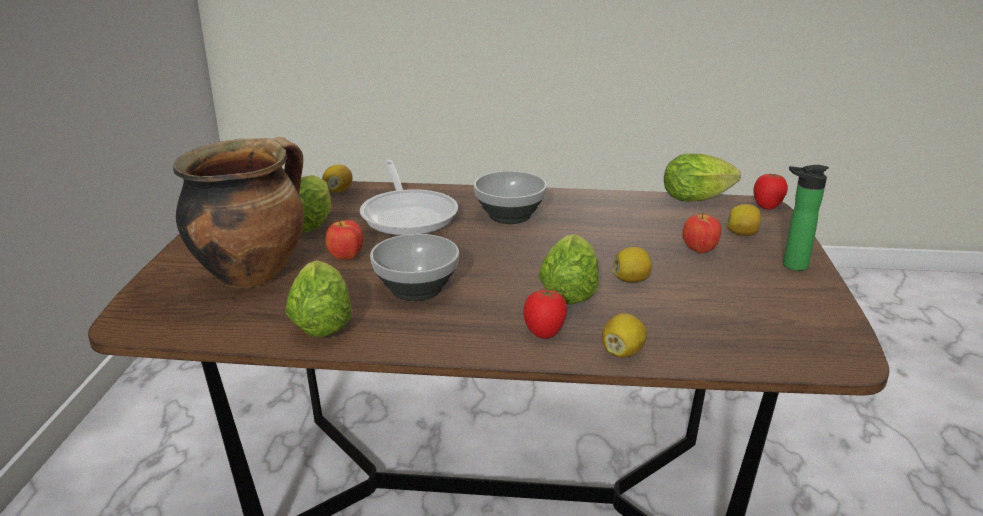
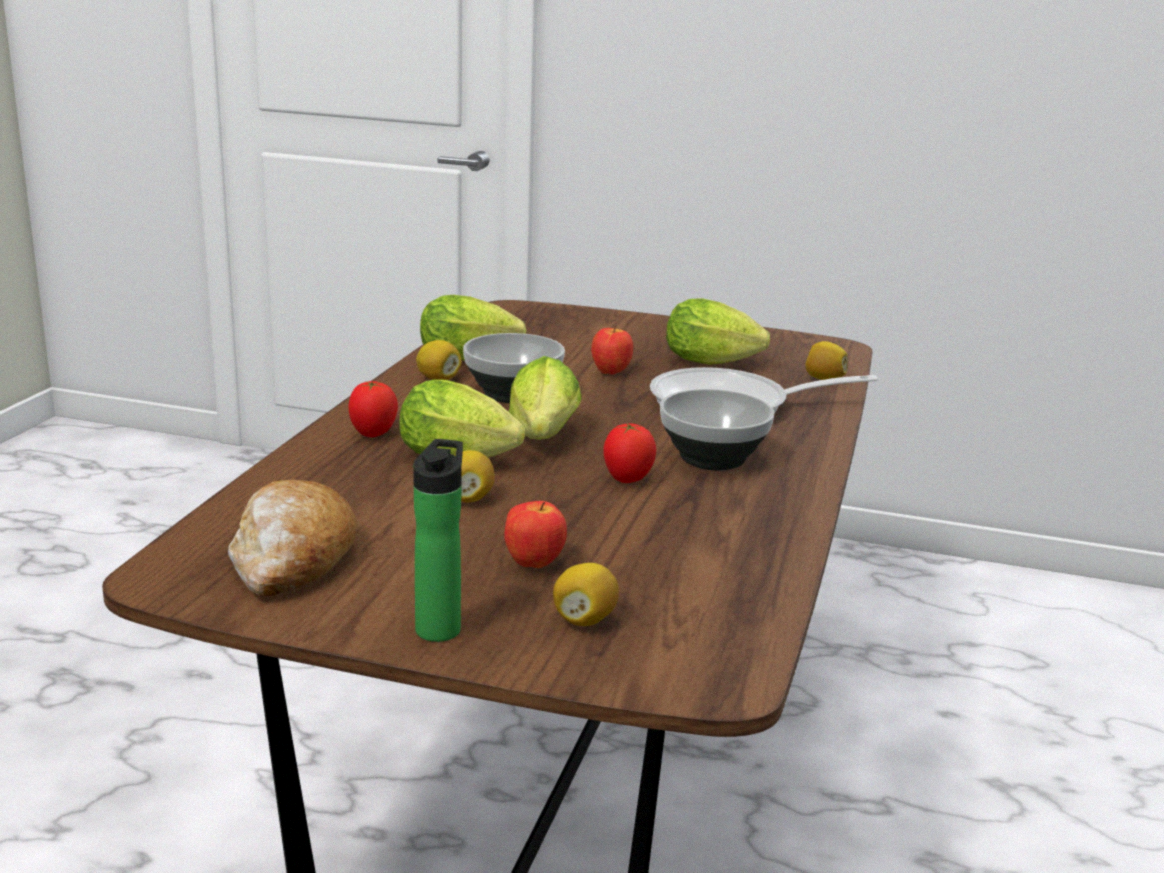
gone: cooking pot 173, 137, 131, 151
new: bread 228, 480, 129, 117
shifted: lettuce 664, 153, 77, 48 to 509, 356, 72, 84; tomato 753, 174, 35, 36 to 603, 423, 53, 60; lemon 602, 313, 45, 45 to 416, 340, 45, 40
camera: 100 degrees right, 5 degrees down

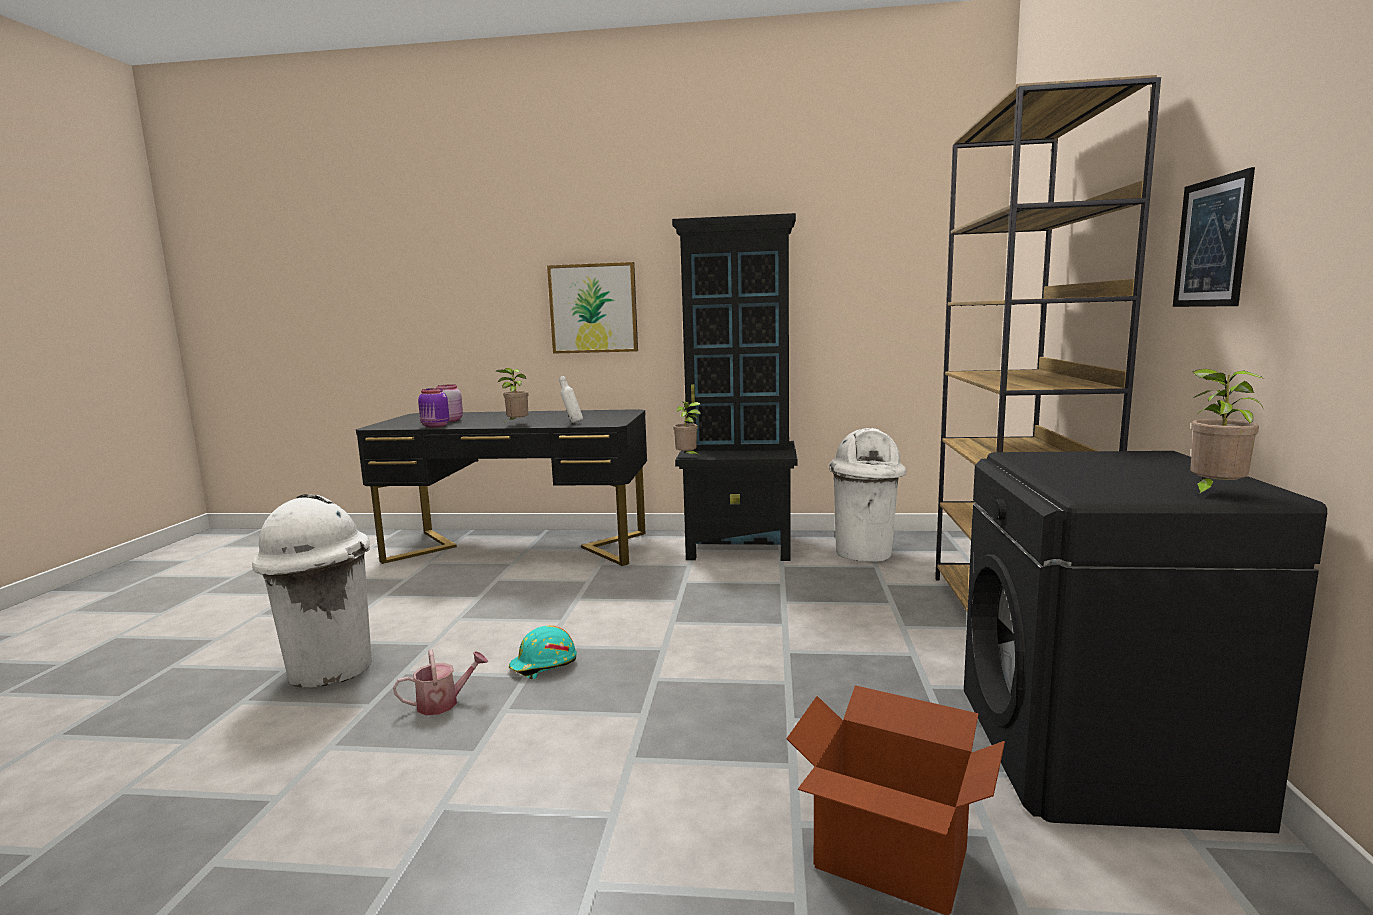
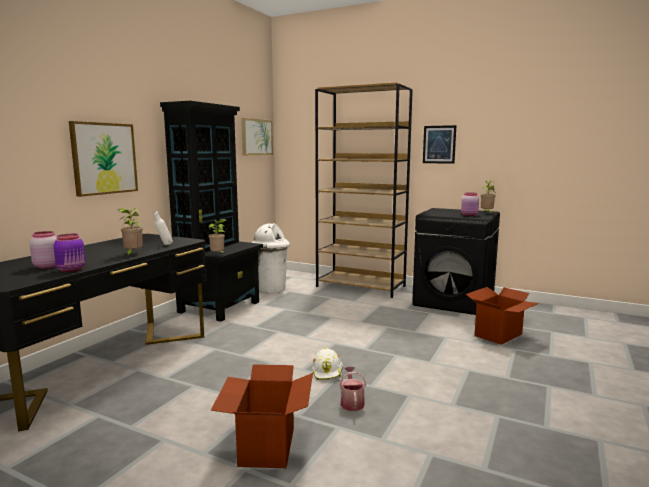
new: picture 241, 118, 32, 37; jar (pink) 461, 192, 18, 24
swapped: trash can (white) 252, 494, 120, 194 to cardboard box 211, 364, 102, 104
repainted: hard hat (turquoise) 509, 625, 68, 54 to hard hat (white) 312, 348, 31, 32
camera: 70 degrees left, 0 degrees up

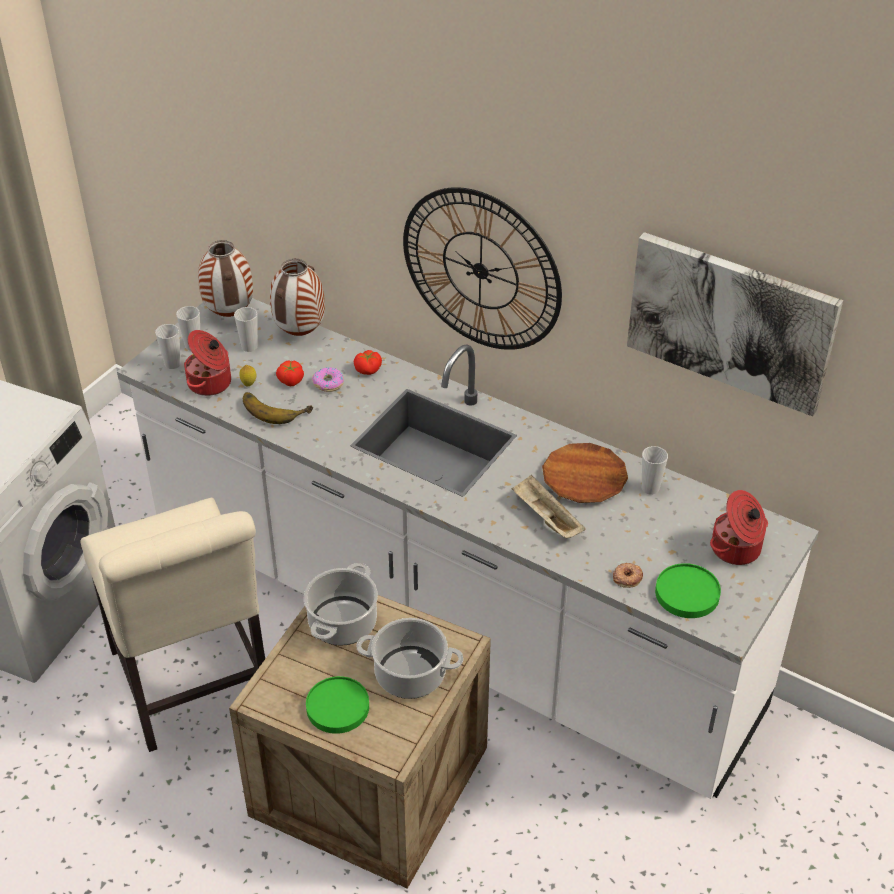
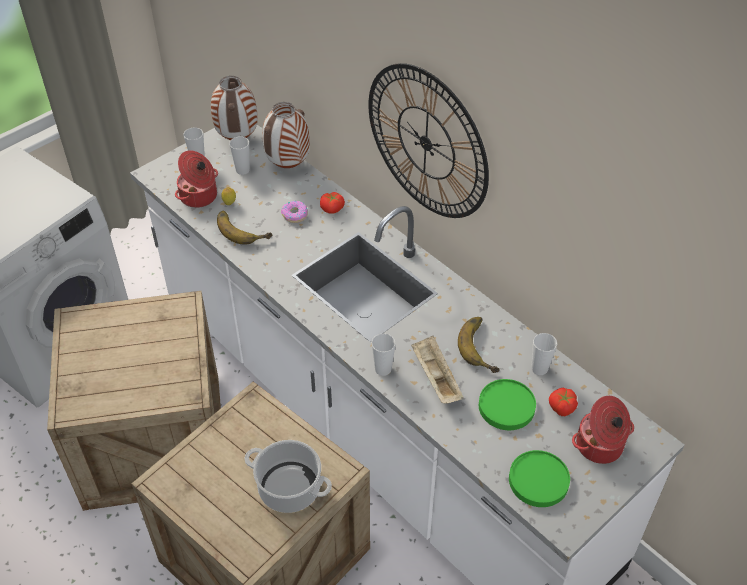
gone: picture 627, 232, 216, 185; cooking pot 304, 563, 74, 83; donut 613, 563, 30, 25
shifted: cup 155, 324, 26, 45 to 371, 333, 25, 43; tomato 276, 360, 28, 26 to 549, 388, 29, 28; plate (green) 306, 676, 63, 58 to 479, 379, 57, 51
swapped: plate (brown) 542, 443, 86, 60 to banana 458, 317, 42, 56; chair (beige) 81, 498, 184, 254 to crate 47, 291, 174, 220
camera: 15 degrees right, 5 degrees up

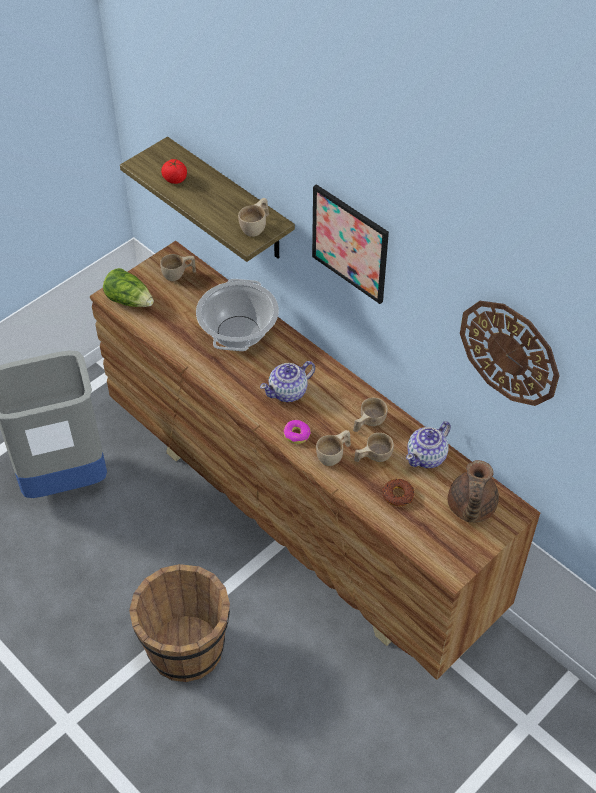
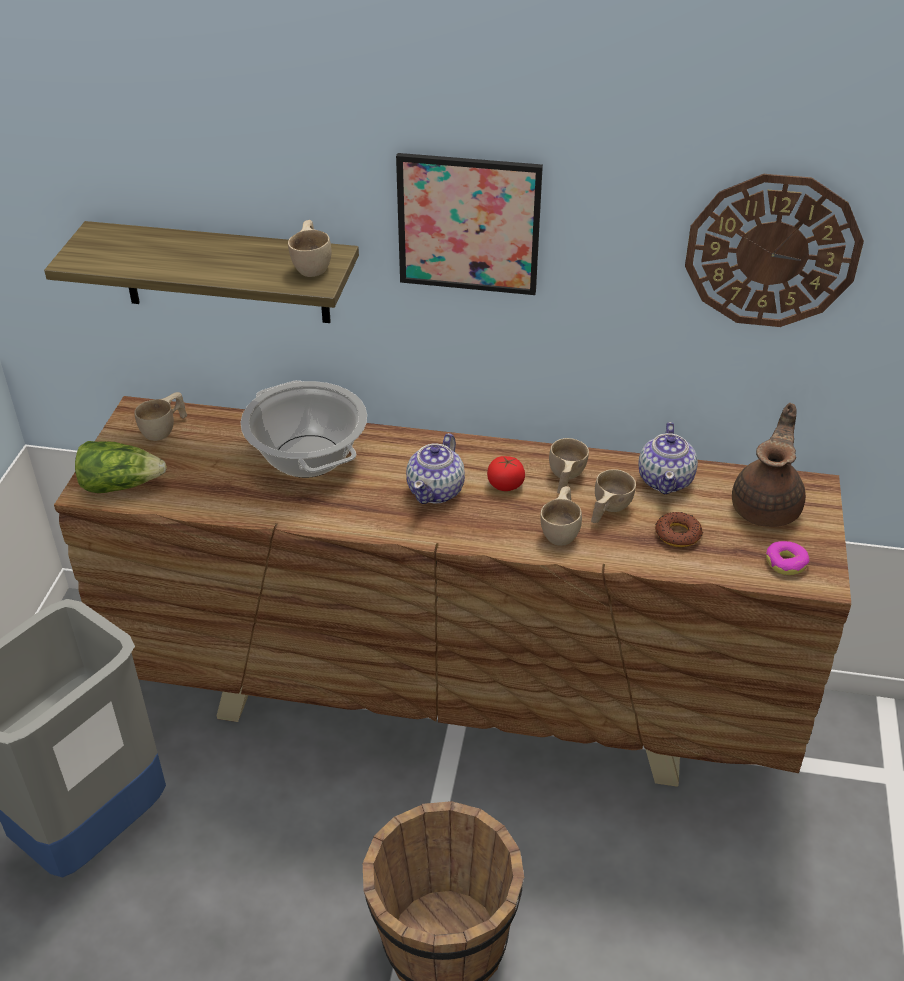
shifted: tomato 161, 159, 26, 25 to 487, 456, 38, 35; donut 283, 420, 28, 24 to 766, 541, 44, 34
rotated: teapot (brown) 448, 460, 51, 62 = 732, 403, 74, 124 135 degrees counterclockwise
camera: 35 degrees left, 10 degrees down

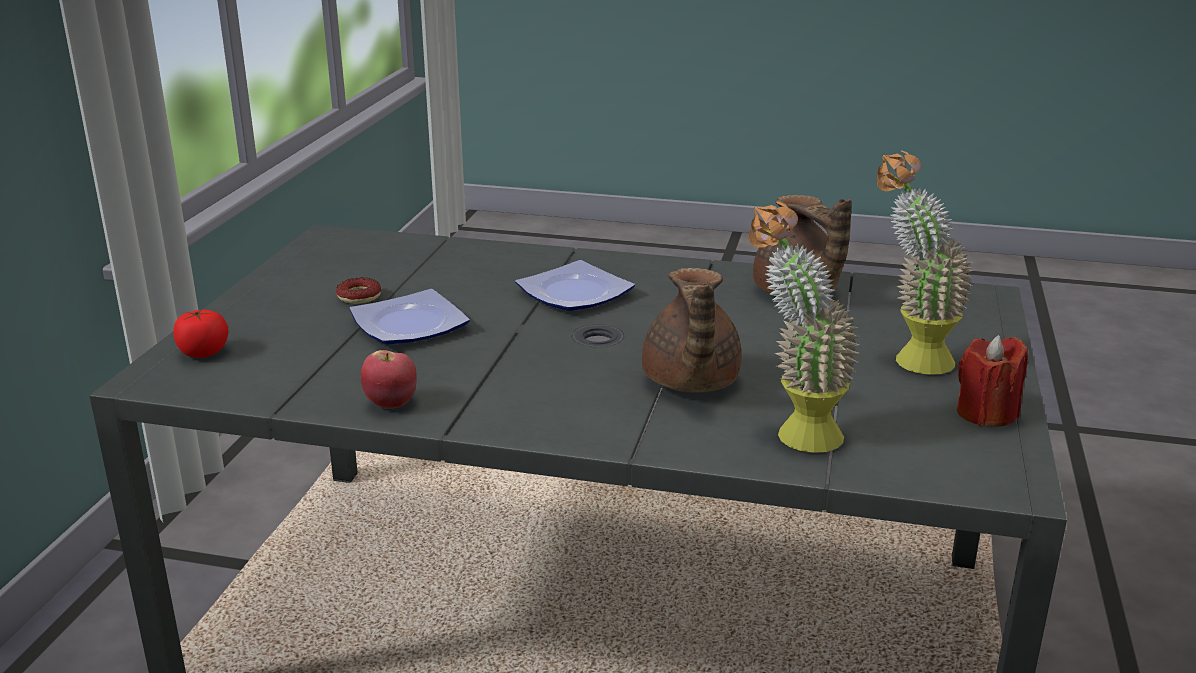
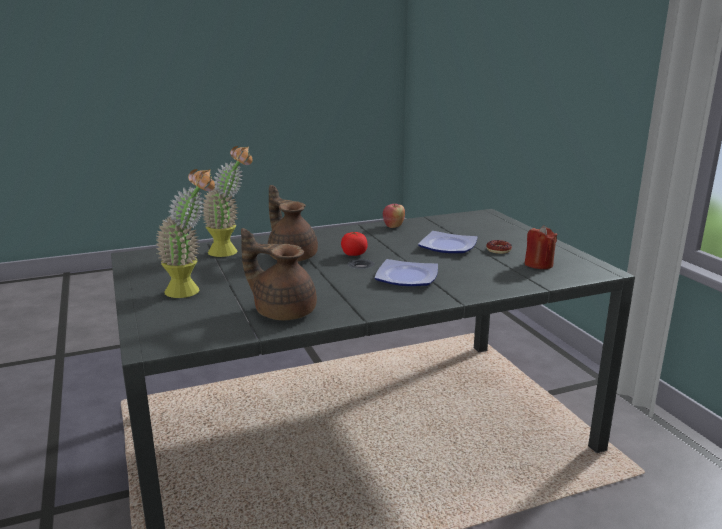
shifted: tomato 173, 309, 56, 49 to 341, 231, 27, 25; candle (red) 957, 335, 71, 92 to 525, 225, 32, 44
camera: 145 degrees right, 5 degrees down

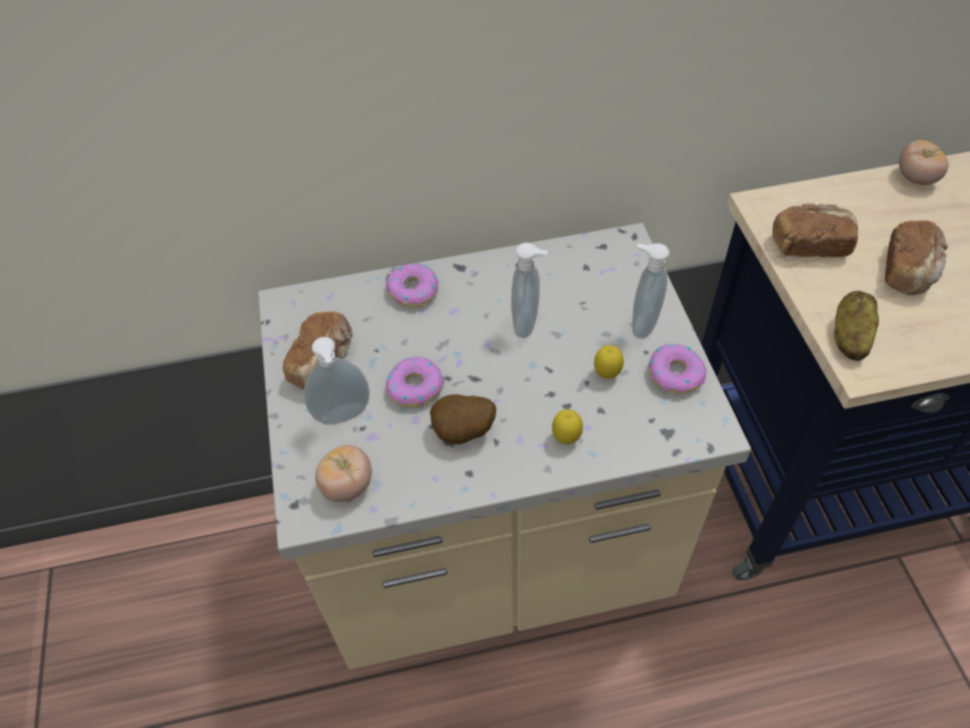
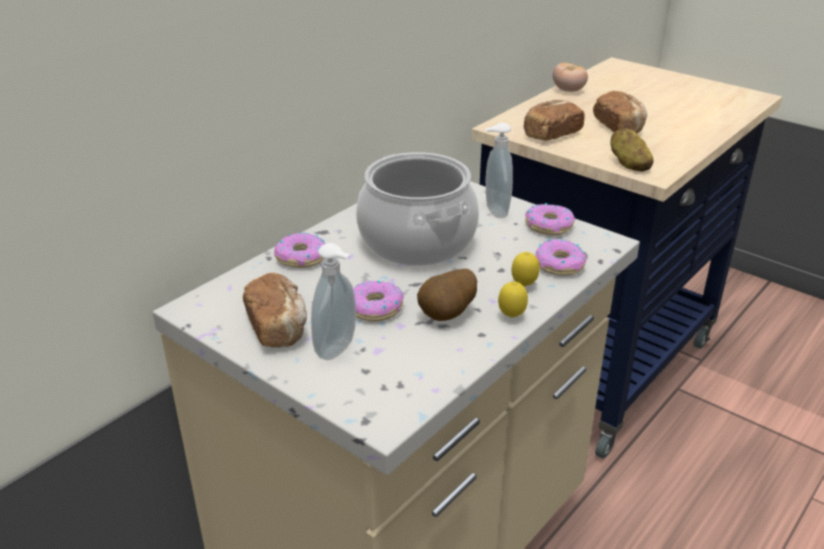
gone: tomato 315, 445, 57, 57
new: donut 535, 239, 51, 37
shifted: lemon 594, 345, 30, 34 to 498, 281, 30, 37
swapped: soap dispenser 511, 242, 37, 96 to cooking pot 356, 152, 123, 114
camera: 40 degrees left, 20 degrees down

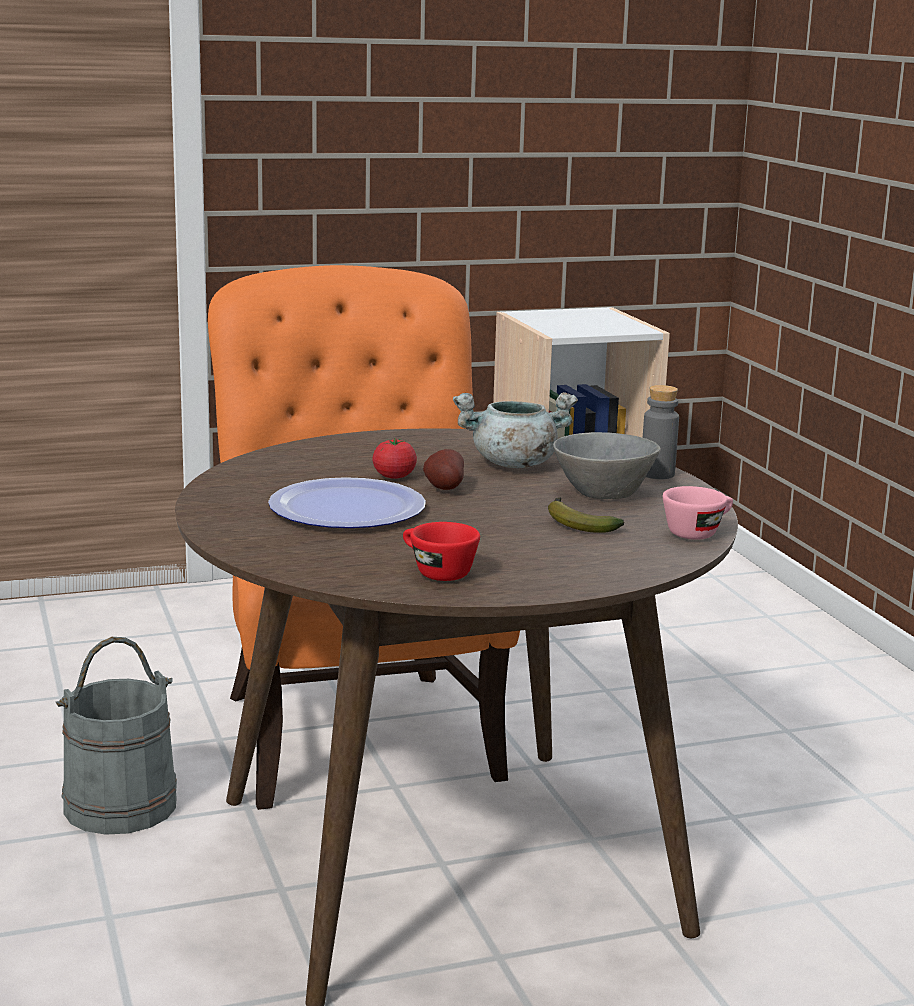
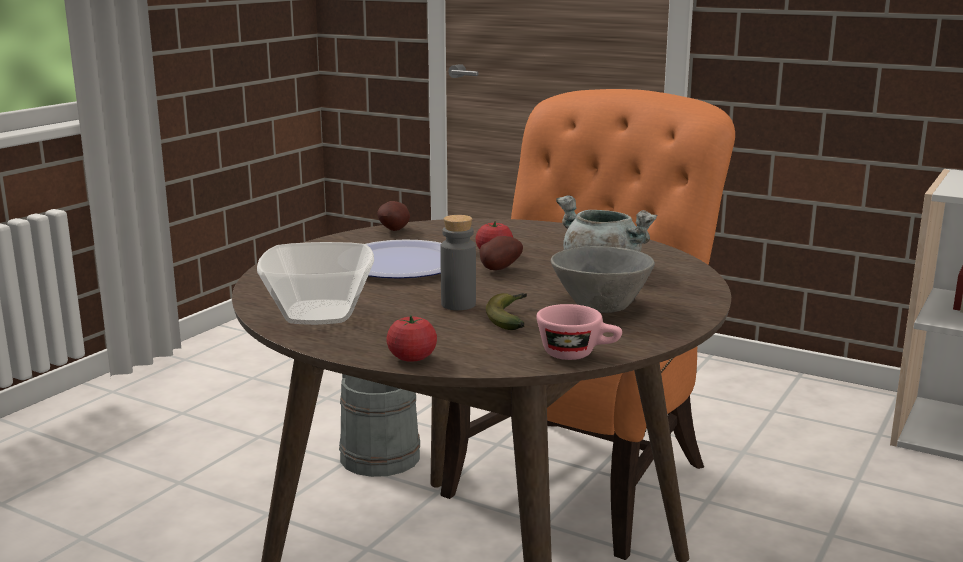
new: potato 377, 201, 33, 30; tomato 386, 315, 51, 47
shifted: bottle (grey) 643, 385, 36, 94 to 440, 215, 36, 95
swapped: cup (red) 403, 522, 77, 59 to bowl 257, 242, 117, 83
camera: 50 degrees right, 0 degrees up

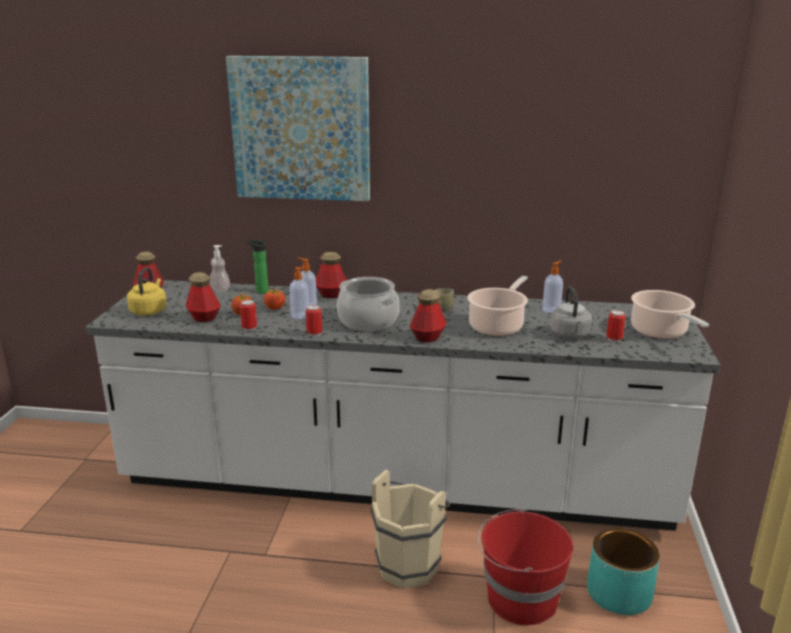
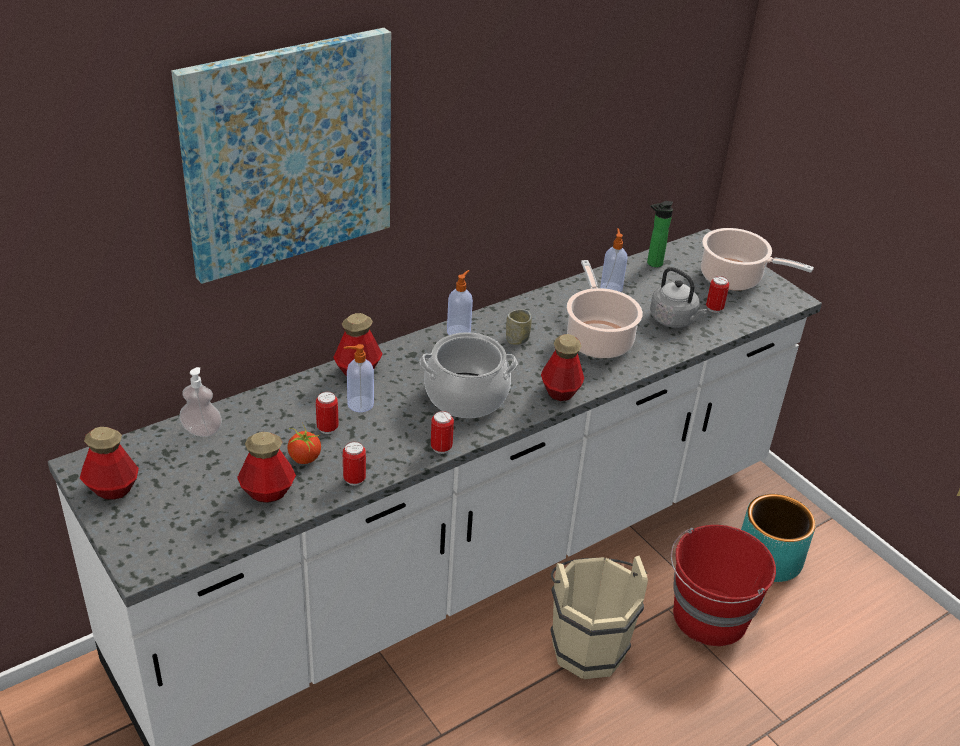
gone: kettle (yellow) 127, 267, 40, 49
shifted: bottle 247, 240, 22, 54 to 647, 201, 26, 66; soap dispenser 289, 267, 20, 52 to 447, 270, 26, 65
swapped: tomato 264, 287, 21, 23 to can 316, 392, 23, 42
camera: 45 degrees left, 15 degrees up

